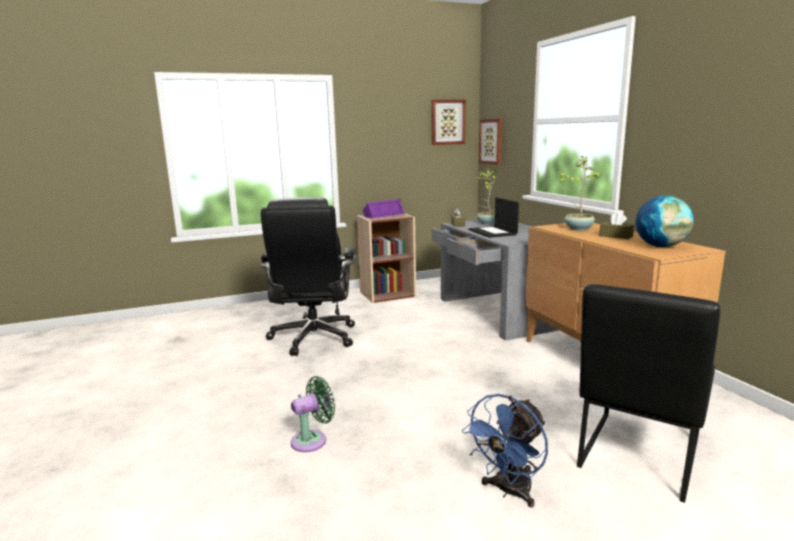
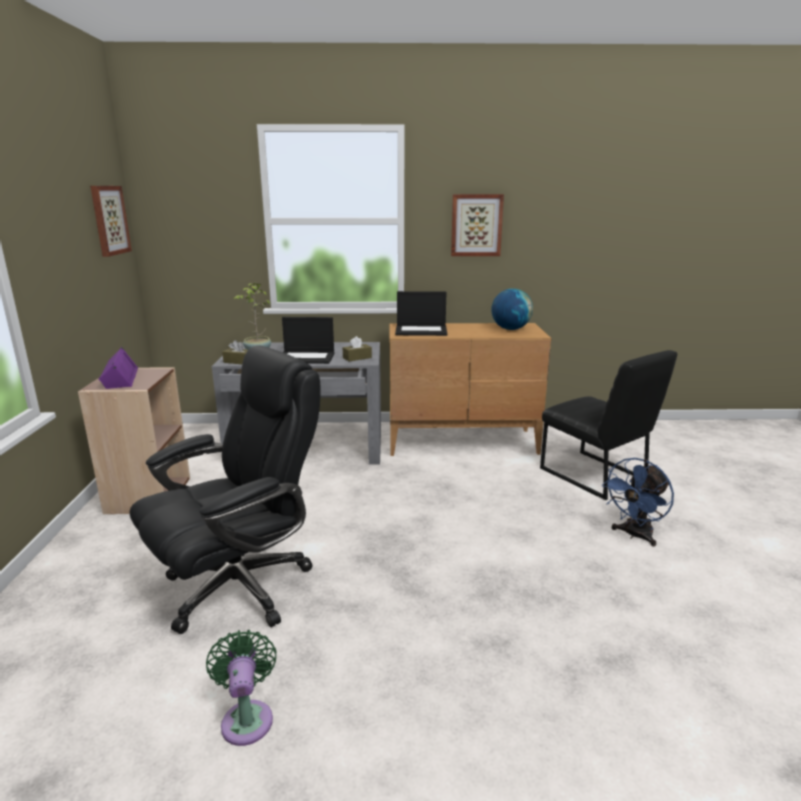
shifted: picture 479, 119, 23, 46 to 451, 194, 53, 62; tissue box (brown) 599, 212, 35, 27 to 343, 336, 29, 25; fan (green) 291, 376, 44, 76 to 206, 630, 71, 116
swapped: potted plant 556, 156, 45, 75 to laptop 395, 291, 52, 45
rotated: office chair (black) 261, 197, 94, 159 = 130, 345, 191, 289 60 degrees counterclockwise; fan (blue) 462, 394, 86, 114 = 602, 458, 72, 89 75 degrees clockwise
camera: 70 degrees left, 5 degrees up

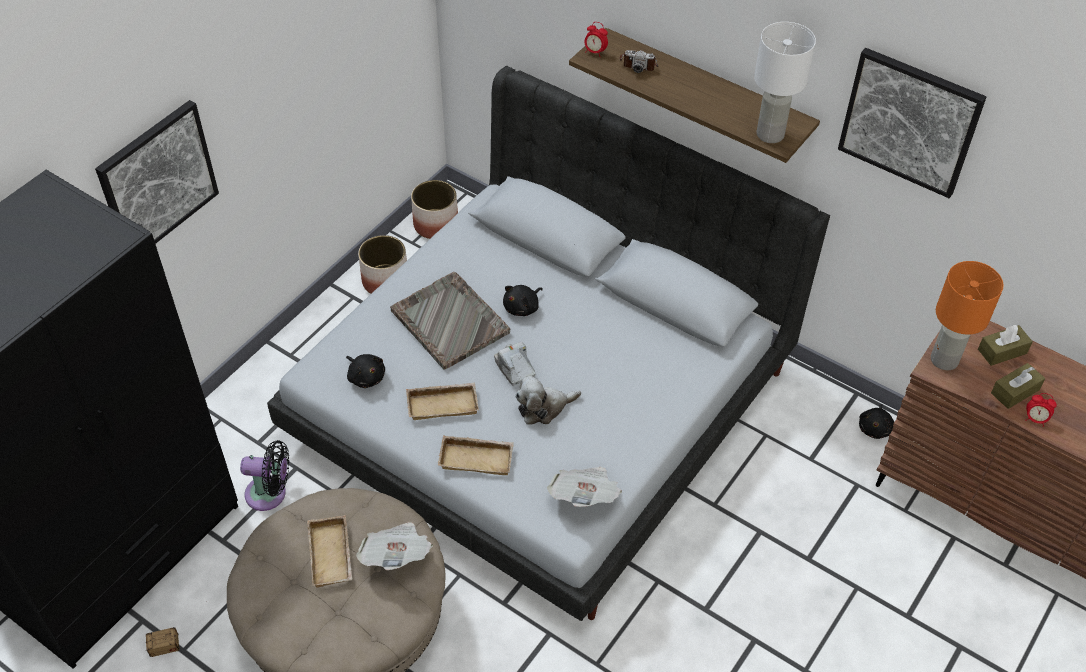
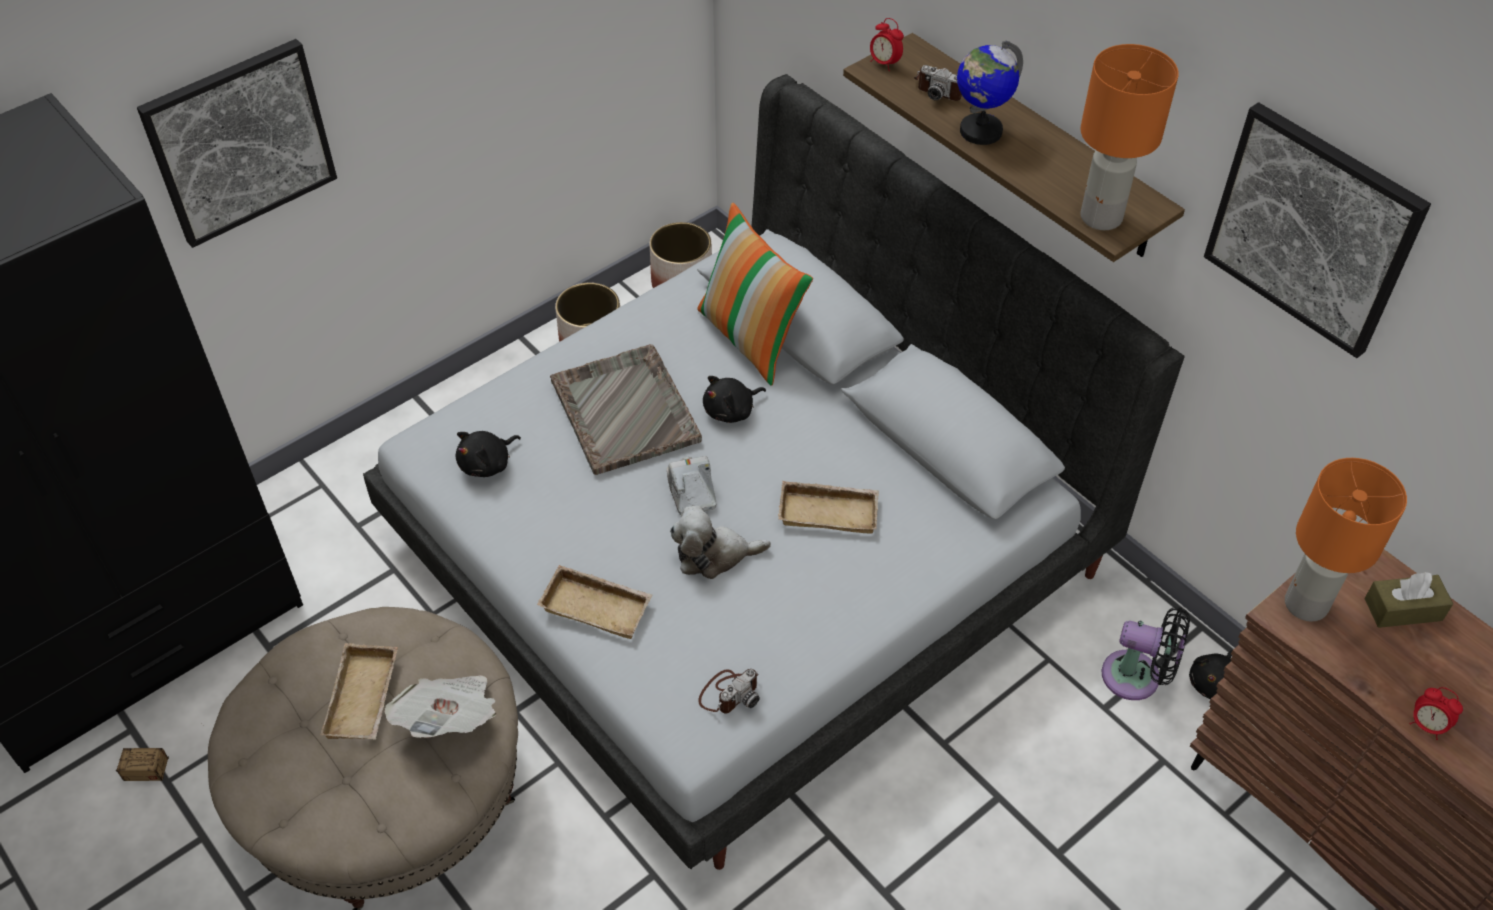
gone: tissue box (brown) 991, 363, 54, 46
new: globe 957, 41, 66, 104; pillow 697, 203, 116, 183
shifted: tray (beige) 406, 383, 73, 37 to 778, 481, 101, 53; fan (black) 240, 440, 49, 71 to 1102, 607, 88, 93
swapped: newspaper 547, 467, 75, 40 to photo camera 698, 669, 62, 44
repainted: table lamp (white) 754, 22, 62, 121 to table lamp (orange) 1081, 44, 98, 186
rotated: plush toy (black) 346, 354, 39, 34 = 456, 431, 65, 46 75 degrees clockwise
camera: 15 degrees right, 0 degrees up

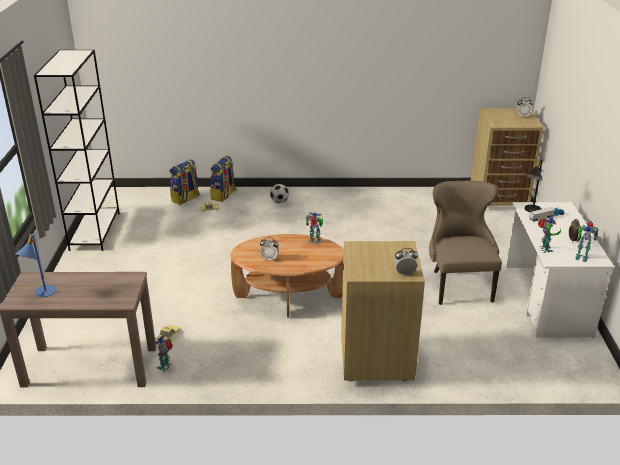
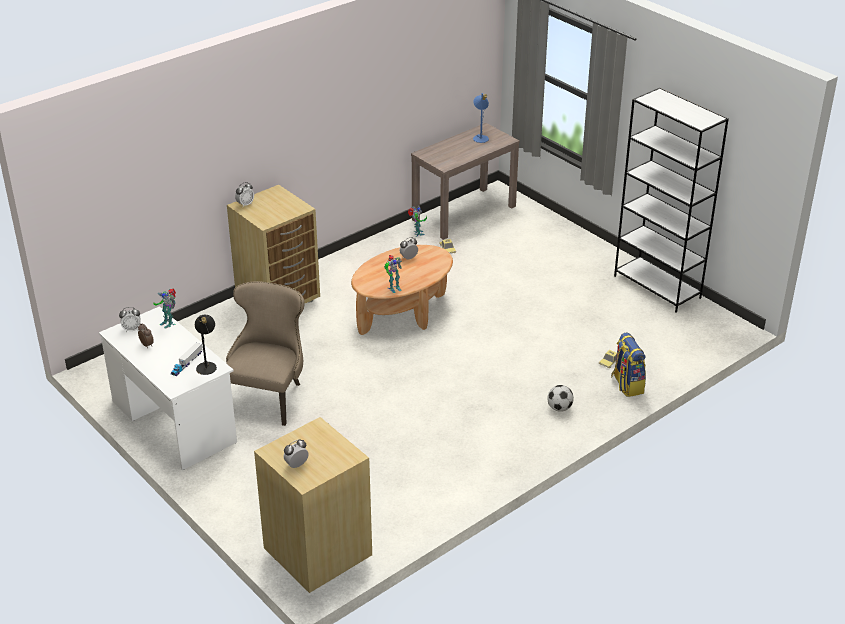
gone: backpack 170, 159, 30, 46
swapped: toy robot 575, 222, 24, 40 to alarm clock 119, 307, 21, 25
rotated: chair (beige) 429, 181, 73, 124 = 226, 281, 78, 145 120 degrees counterclockwise
camera: 140 degrees right, 5 degrees up

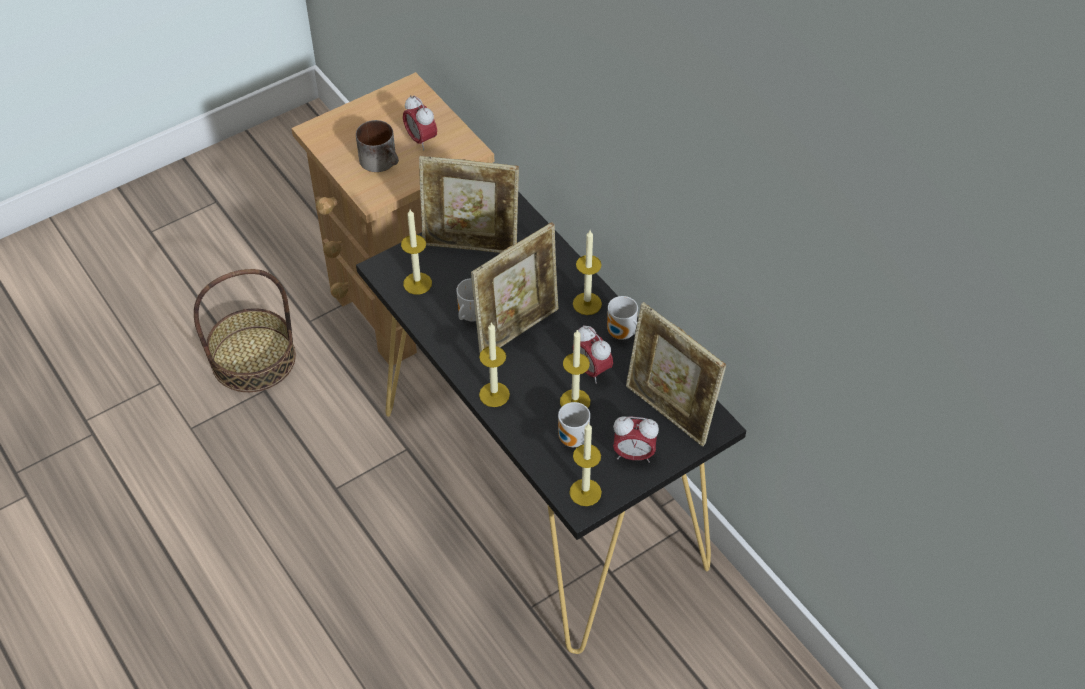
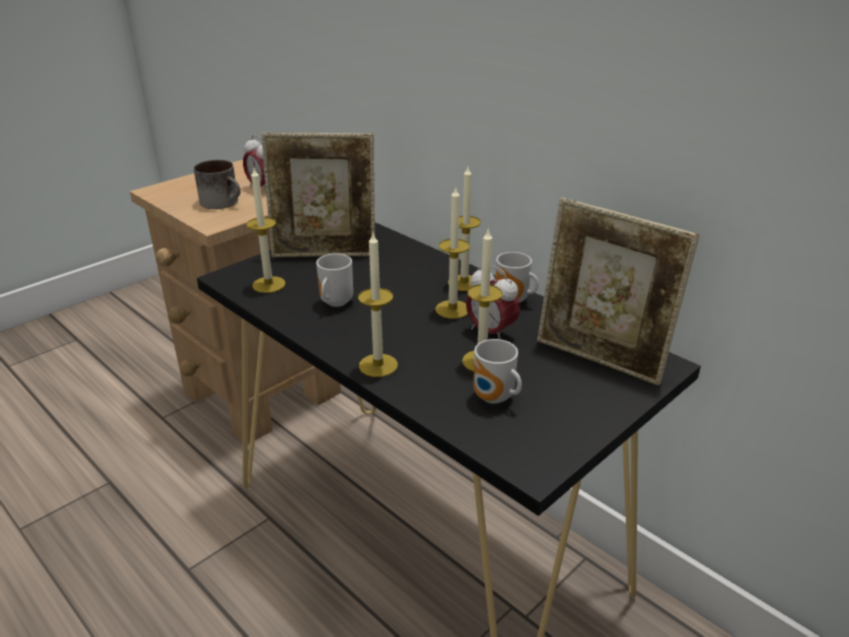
gone: picture frame 471, 222, 87, 130; basket 194, 269, 102, 123; alarm clock 613, 416, 46, 47
shifted: candle 569, 423, 33, 83 to 436, 187, 34, 132
camera: 10 degrees left, 20 degrees down

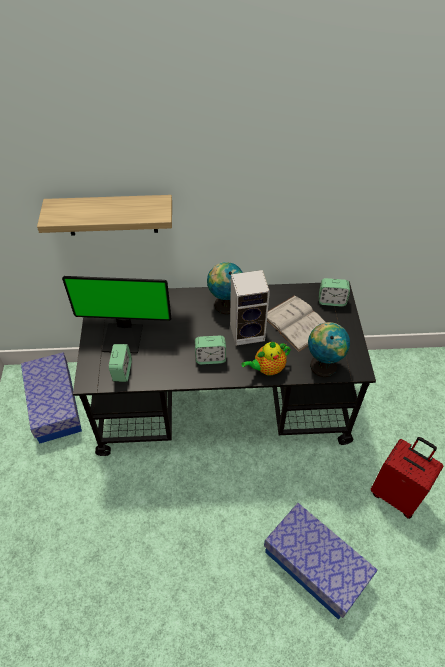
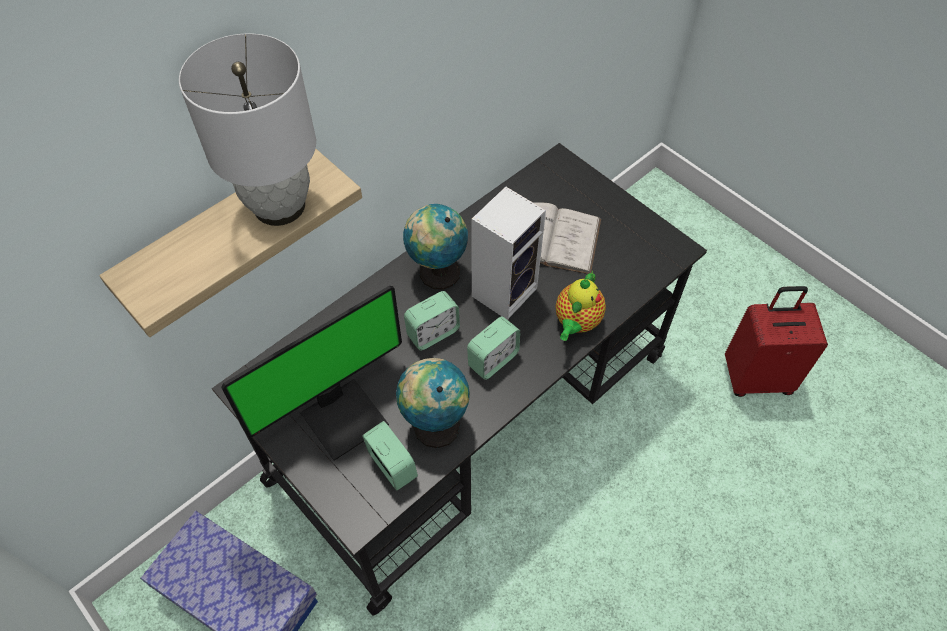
gone: storage box 264, 503, 114, 117
new: table lamp (white) 179, 33, 137, 193
shifted: alarm clock 319, 278, 31, 29 to 404, 291, 56, 59; globe 308, 322, 42, 55 to 396, 358, 74, 90
camera: 40 degrees left, 5 degrees up

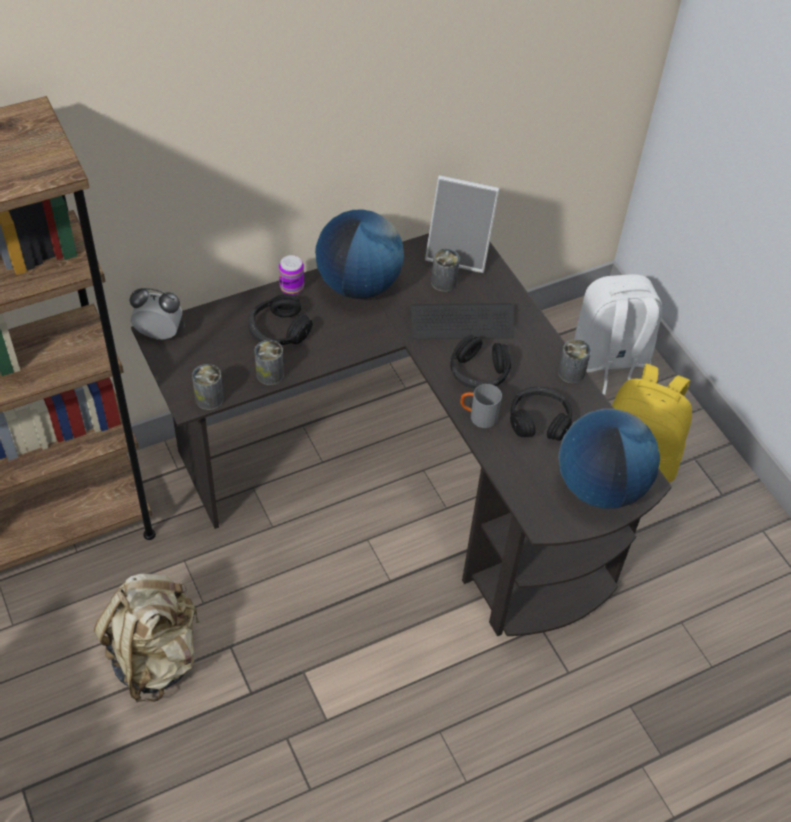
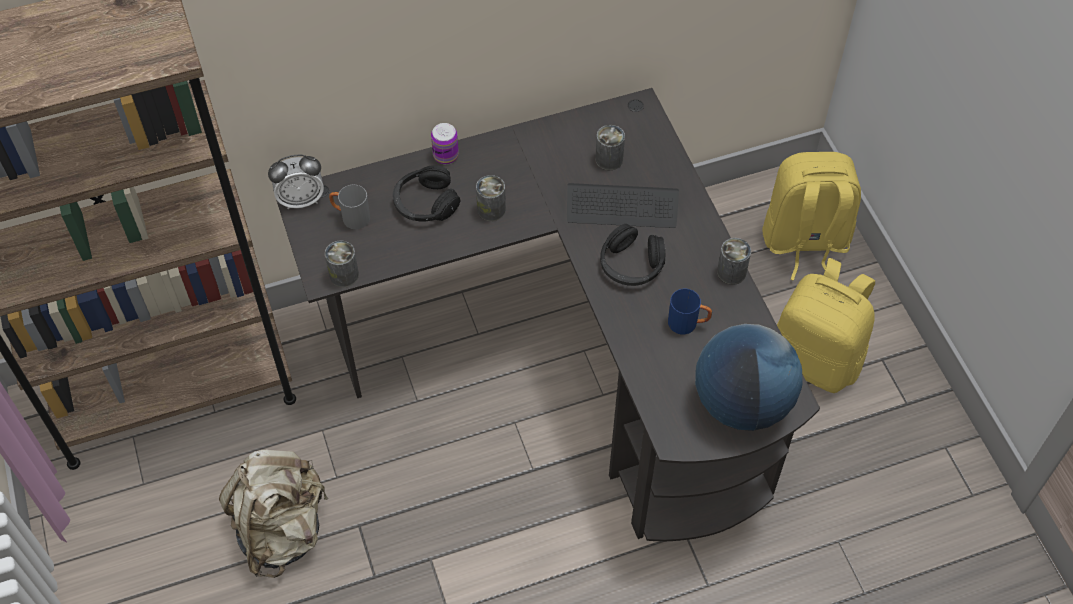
gone: picture frame 425, 175, 75, 98; globe 315, 209, 89, 90
shifted: can 255, 340, 29, 45 to 476, 175, 30, 46; mug (grey) 460, 384, 42, 44 to 329, 184, 41, 45
swapped: headphones (black) 510, 387, 62, 54 to mug (blue) 668, 289, 44, 46
repainted: backpack (white) 574, 274, 88, 121 to backpack (yellow) 762, 152, 99, 129
rotated: alarm clock 130, 288, 52, 52 = 268, 155, 56, 54 150 degrees clockwise
camera: 10 degrees right, 5 degrees up

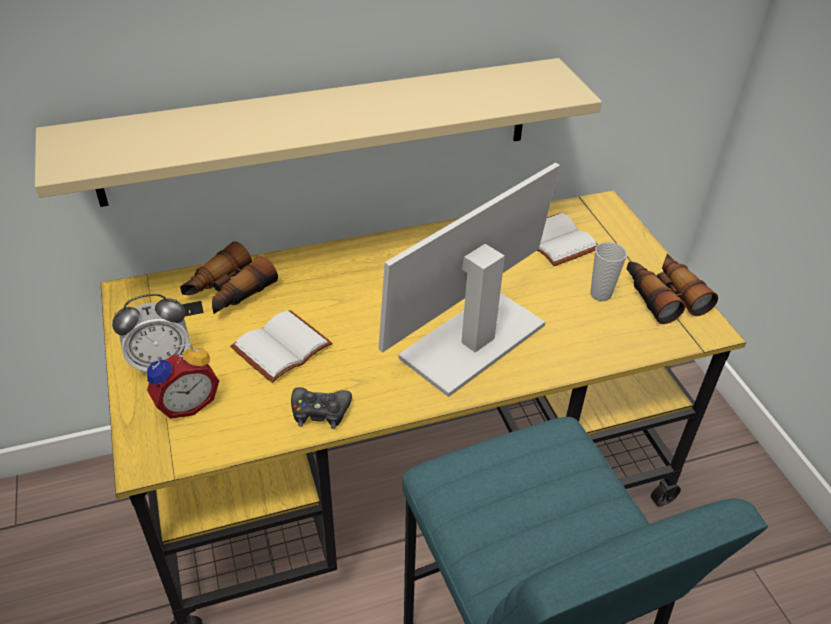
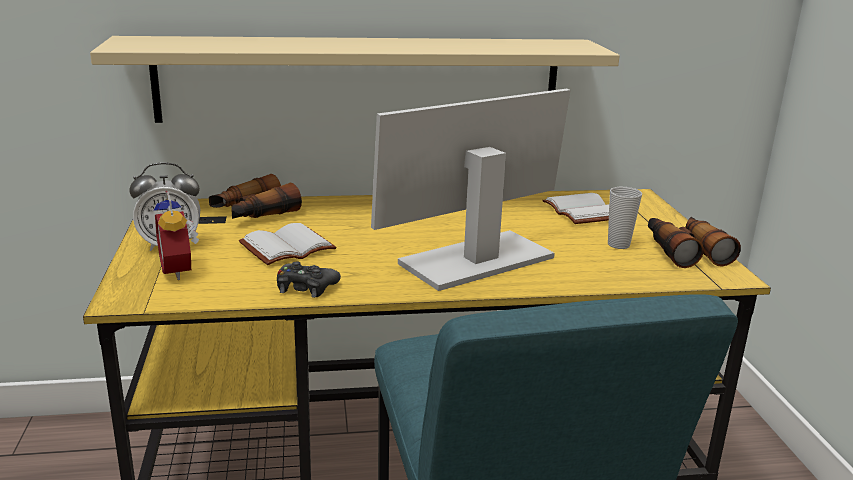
rotated: alarm clock 147, 344, 72, 75 = 154, 191, 45, 89 90 degrees clockwise
camera: 10 degrees right, 20 degrees down

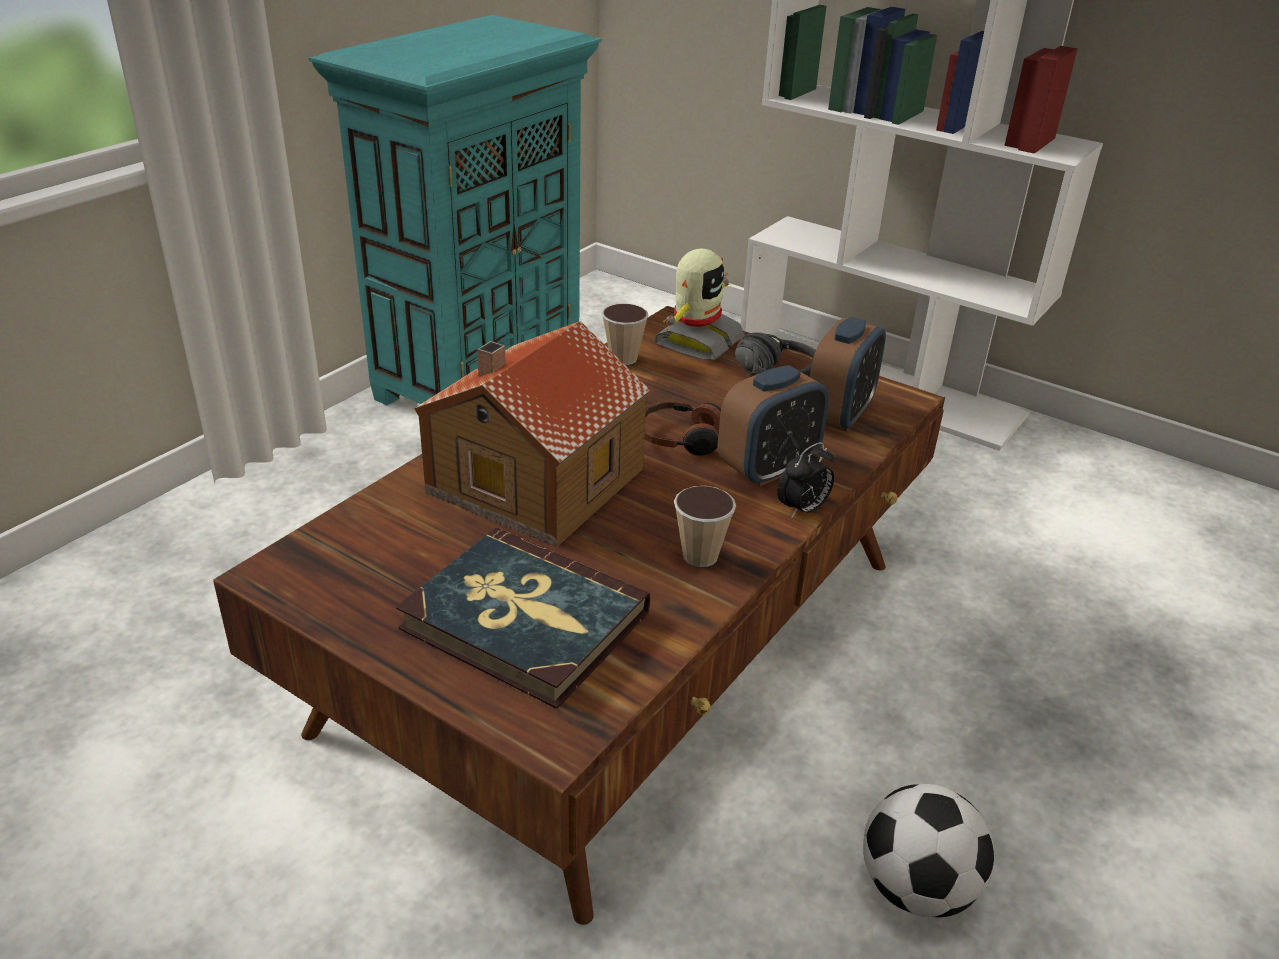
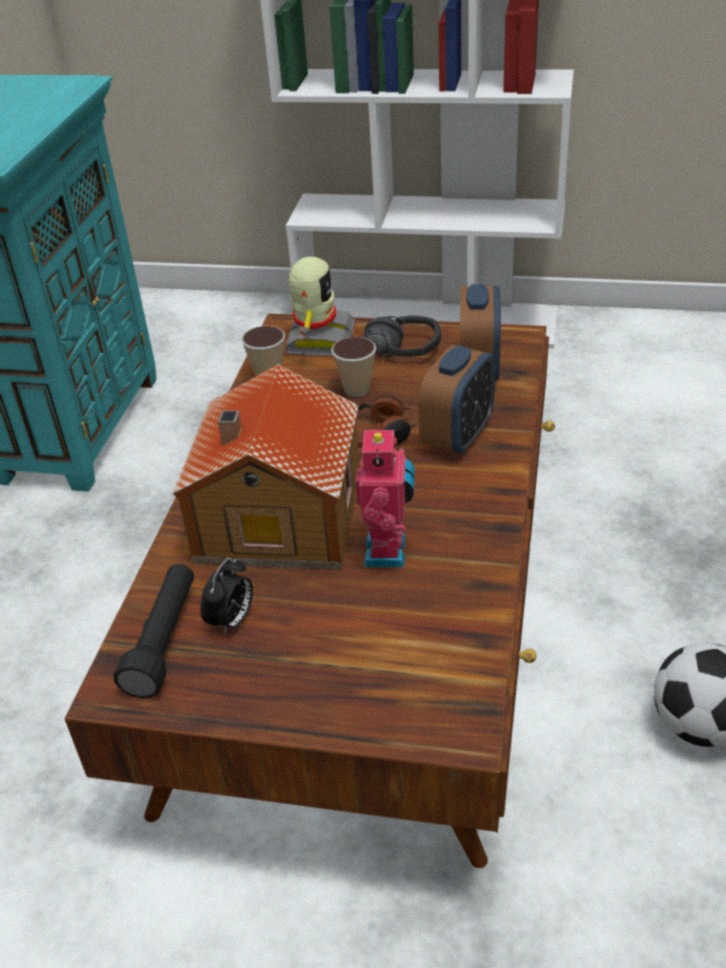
gone: book 396, 528, 255, 181
new: toy robot 356, 424, 59, 143; flashlight (black) 114, 564, 80, 134
shifted: alarm clock 777, 442, 57, 76 to 200, 558, 53, 77; cup 674, 486, 62, 81 to 331, 337, 45, 60
camera: 20 degrees left, 5 degrees up

